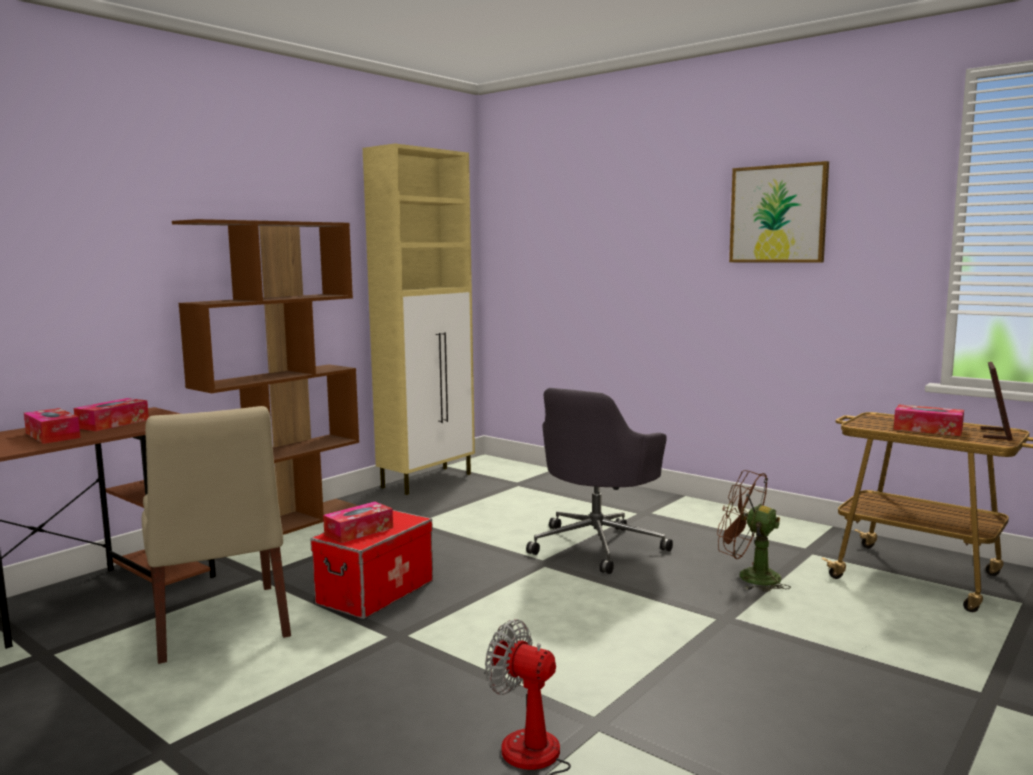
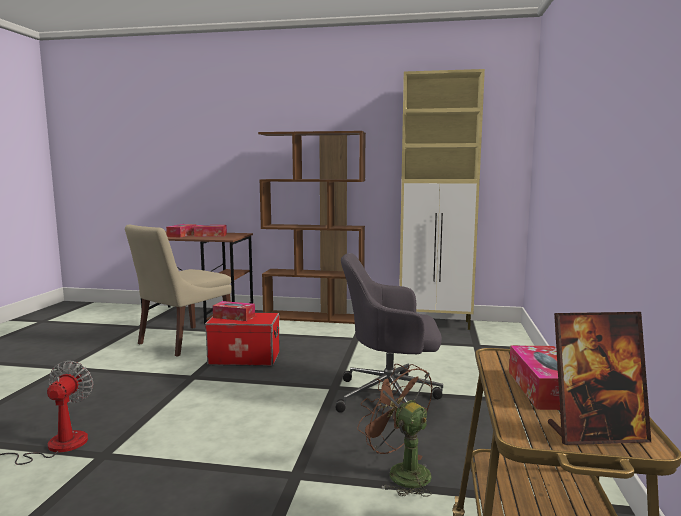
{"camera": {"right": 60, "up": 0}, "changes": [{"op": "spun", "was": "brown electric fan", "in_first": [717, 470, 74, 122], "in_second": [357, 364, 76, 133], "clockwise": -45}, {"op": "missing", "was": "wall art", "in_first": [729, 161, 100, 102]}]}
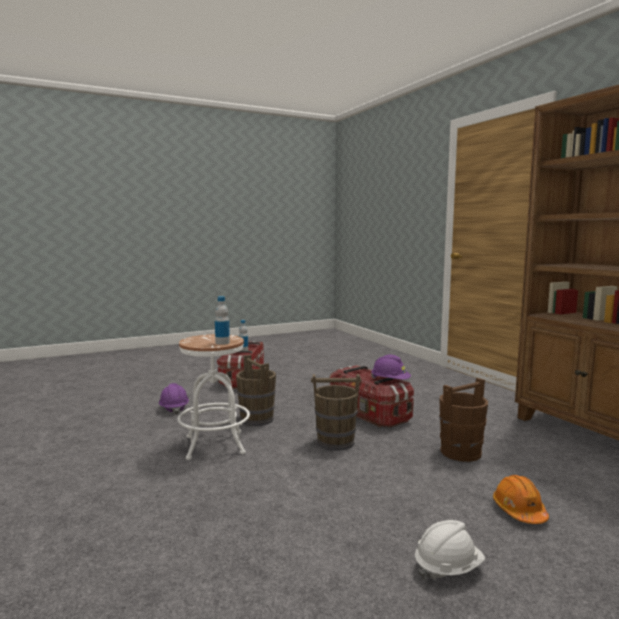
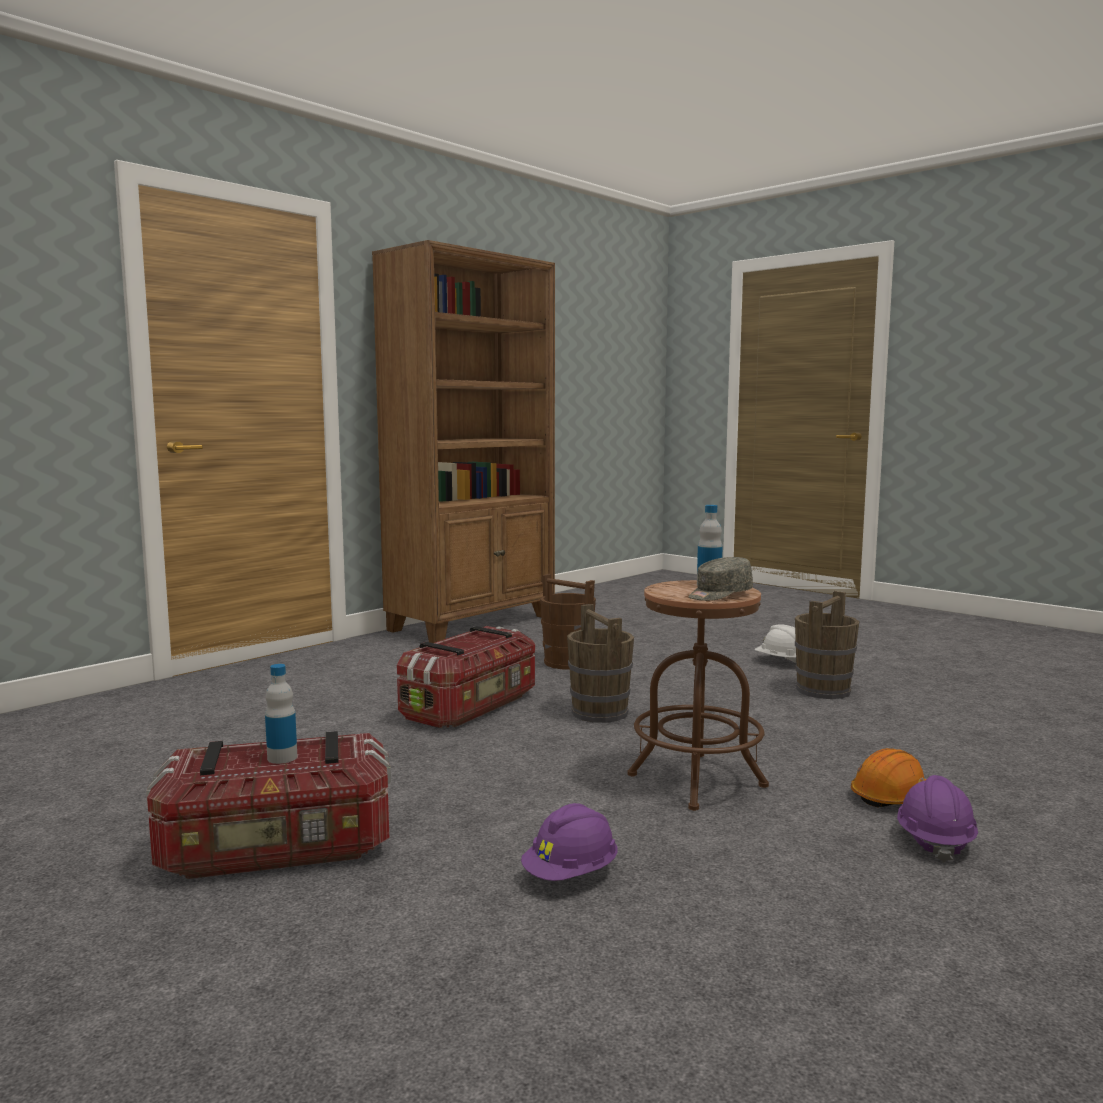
{"camera": {"right": -110, "up": 0}, "changes": [{"op": "colour", "was": "white-coloured sitting stool", "now": "brown sitting stool", "in_first": [178, 334, 72, 126], "in_second": [628, 580, 141, 231]}, {"op": "appeared", "now": "greyish baseball cap", "in_second": [688, 557, 65, 44]}, {"op": "relocated", "was": "brown bucket", "in_first": [236, 355, 40, 71], "in_second": [795, 591, 65, 108]}, {"op": "relocated", "was": "orange-coloured hard hat", "in_first": [493, 475, 56, 49], "in_second": [851, 748, 75, 60]}, {"op": "relocated", "was": "purplish hard hat", "in_first": [371, 355, 40, 25], "in_second": [897, 775, 81, 88]}]}
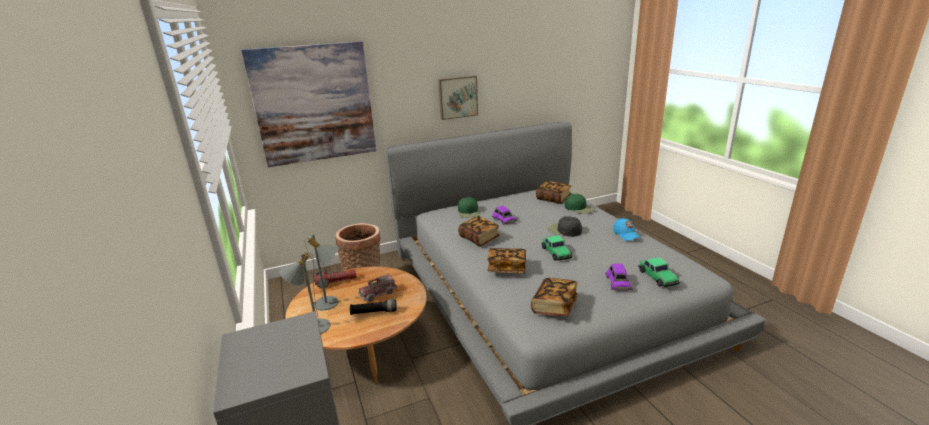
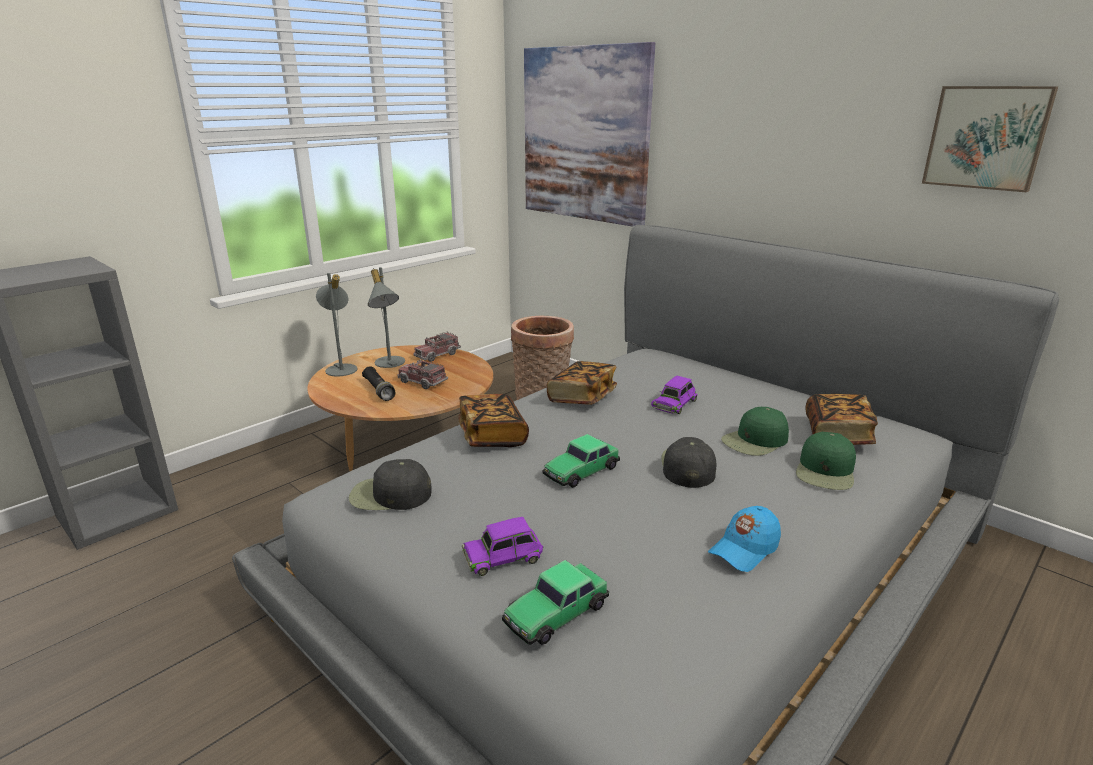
{"camera": {"right": 65, "up": 0}, "changes": [{"op": "exchanged", "was": "volume", "now": "black-coloured baseball cap", "in_first": [531, 278, 47, 38], "in_second": [349, 459, 82, 51]}, {"op": "exchanged", "was": "hand torch", "now": "model truck", "in_first": [314, 269, 42, 19], "in_second": [413, 332, 48, 30]}, {"op": "relocated", "was": "greenish baseball cap", "in_first": [458, 197, 23, 21], "in_second": [721, 407, 68, 49]}, {"op": "relocated", "was": "wall art", "in_first": [438, 76, 40, 44], "in_second": [922, 86, 136, 106]}]}
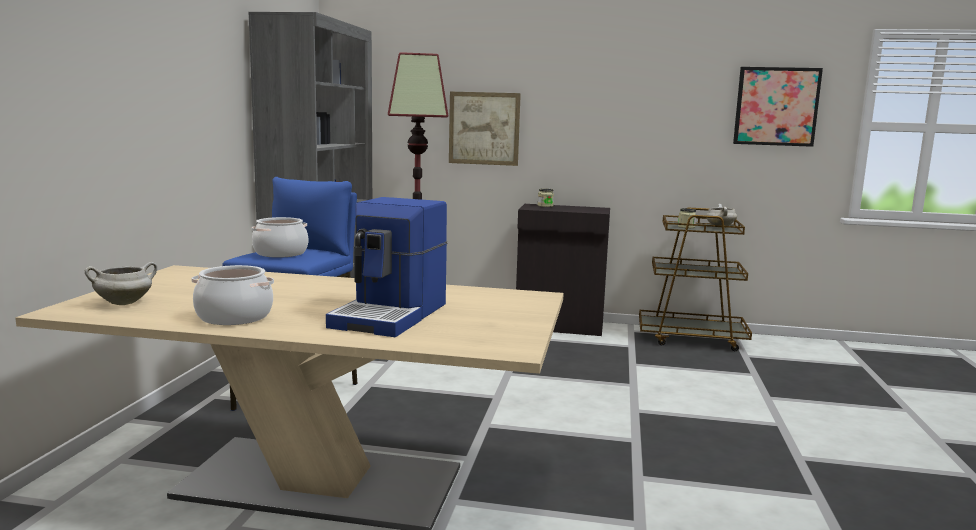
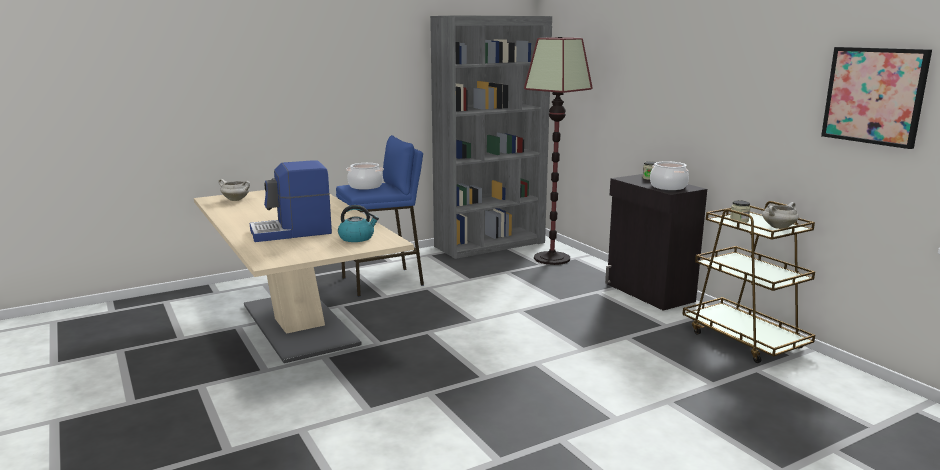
{"camera": {"right": 50, "up": 5}, "changes": [{"op": "appeared", "now": "kettle", "in_second": [338, 205, 41, 37]}, {"op": "relocated", "was": "saucepot", "in_first": [191, 265, 83, 60], "in_second": [650, 161, 39, 29]}, {"op": "missing", "was": "wall art", "in_first": [449, 92, 72, 74]}]}
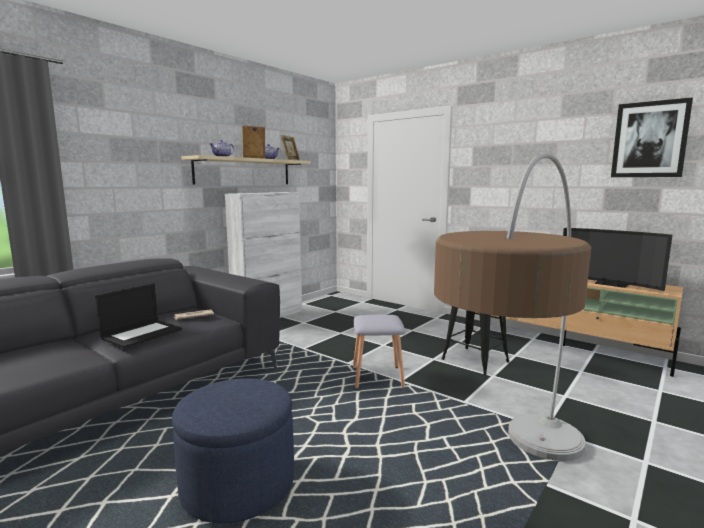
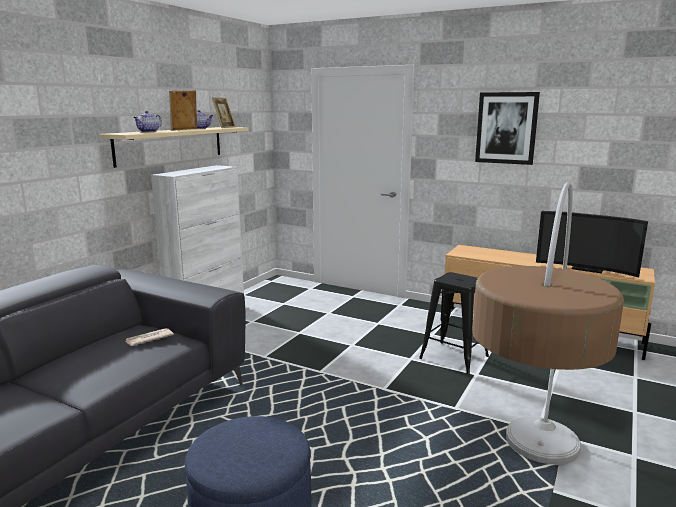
{"camera": {"right": -10, "up": 5}, "changes": [{"op": "relocated", "was": "wall art", "in_first": [611, 97, 82, 80], "in_second": [475, 92, 65, 73]}, {"op": "missing", "was": "laptop", "in_first": [95, 283, 87, 65]}, {"op": "missing", "was": "greyish sitting stool", "in_first": [353, 315, 53, 73]}]}
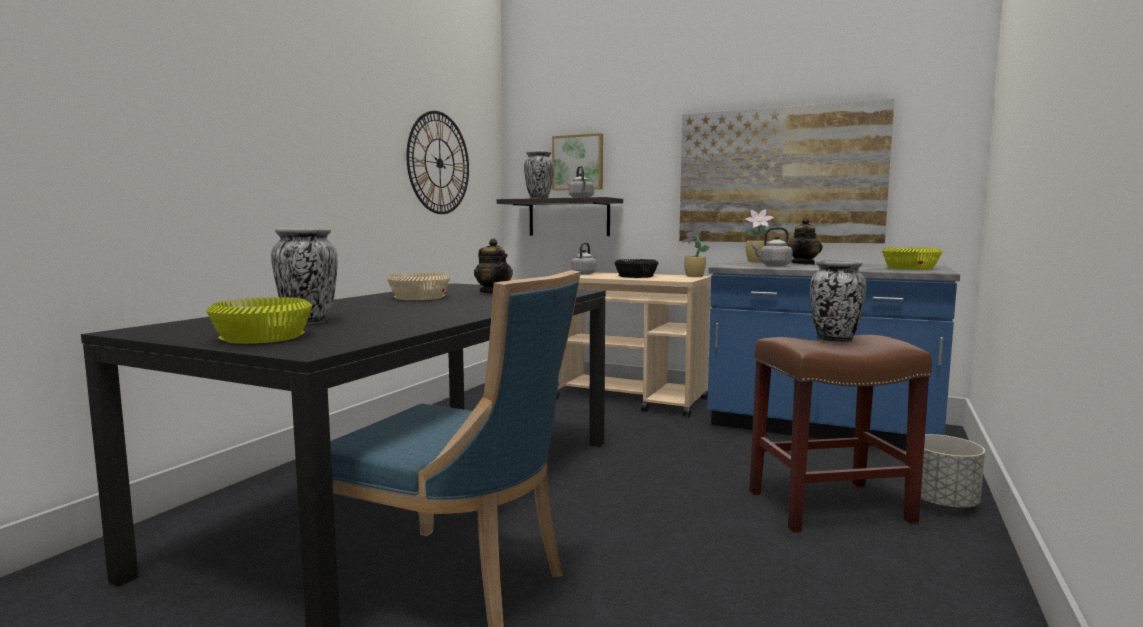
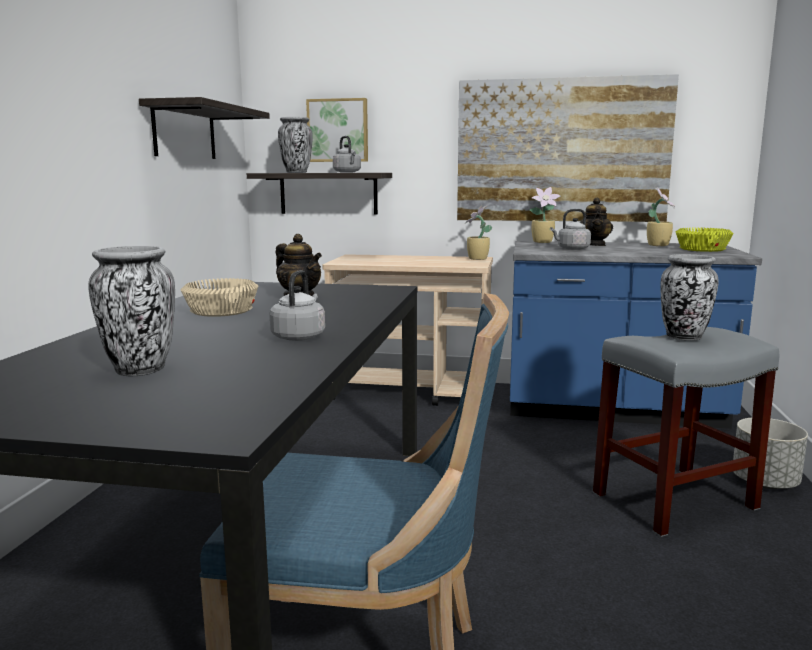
{"camera": {"right": -15, "up": 5}, "changes": [{"op": "exchanged", "was": "hanging clock", "now": "bracket shelf", "in_first": [406, 111, 63, 103], "in_second": [139, 97, 131, 62]}, {"op": "relocated", "was": "greyish kettle", "in_first": [571, 242, 26, 33], "in_second": [270, 270, 55, 71]}, {"op": "colour", "was": "brown sitting stool", "now": "greyish sitting stool", "in_first": [749, 335, 183, 198], "in_second": [593, 327, 186, 210]}, {"op": "appeared", "now": "potted plant", "in_second": [647, 187, 28, 59]}, {"op": "missing", "was": "yellow-coloured serving bowl", "in_first": [206, 297, 107, 47]}, {"op": "missing", "was": "black-coloured serving bowl", "in_first": [614, 259, 44, 19]}]}
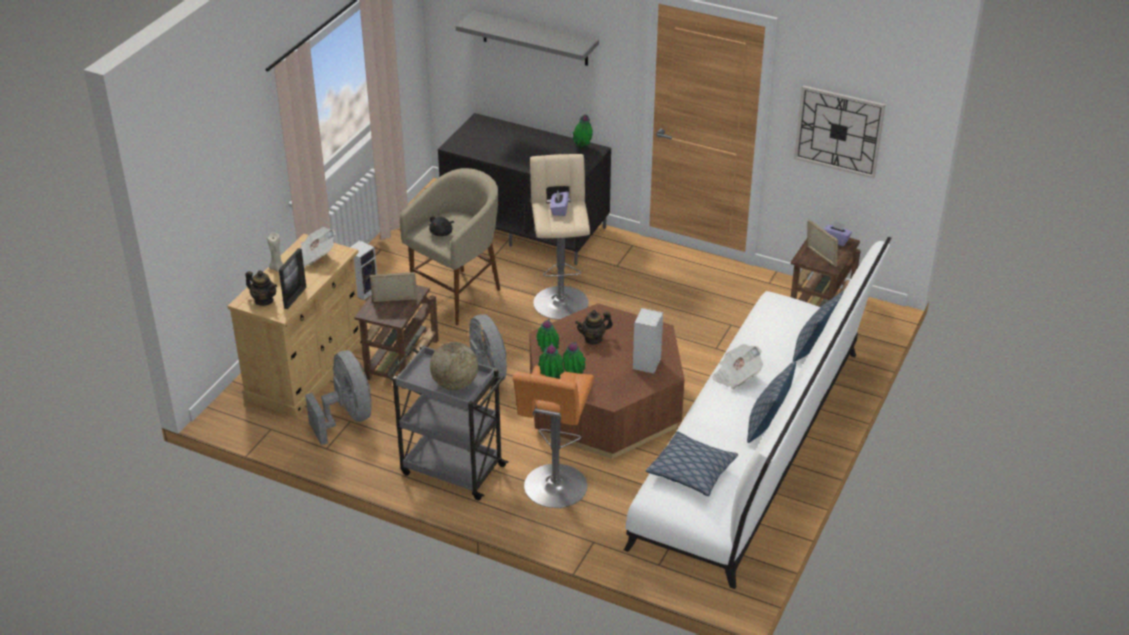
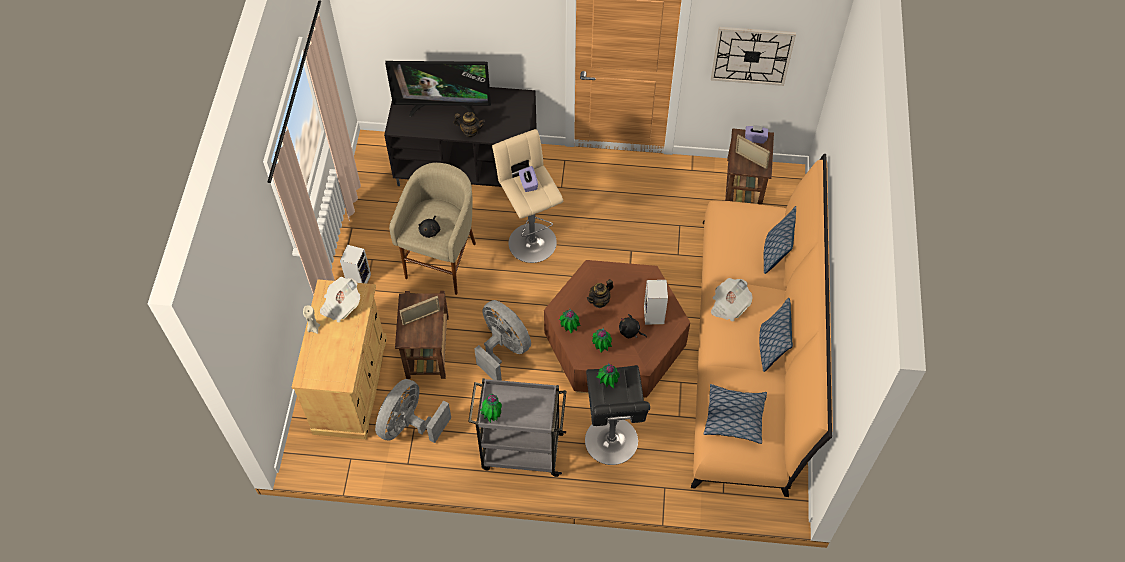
{"camera": {"right": -20, "up": 20}, "changes": [{"op": "spun", "was": "greyish electric fan", "in_first": [305, 350, 67, 95], "in_second": [375, 379, 76, 64], "clockwise": -105}, {"op": "appeared", "now": "TV", "in_second": [385, 61, 106, 56]}, {"op": "relocated", "was": "teapot", "in_first": [246, 270, 31, 36], "in_second": [453, 112, 32, 25]}, {"op": "relocated", "was": "potted plant", "in_first": [573, 114, 20, 35], "in_second": [480, 394, 22, 29]}, {"op": "colour", "was": "orange-coloured sitting stool", "now": "black-coloured sitting stool", "in_first": [513, 366, 81, 142], "in_second": [585, 365, 65, 100]}, {"op": "appeared", "now": "black-coloured cuddly toy", "in_second": [619, 314, 28, 24]}, {"op": "colour", "was": "white-coloured couch", "now": "orange-coloured couch", "in_first": [624, 237, 267, 352], "in_second": [691, 154, 142, 343]}, {"op": "missing", "was": "picture frame", "in_first": [279, 248, 28, 61]}, {"op": "missing", "was": "globe", "in_first": [430, 342, 48, 48]}, {"op": "missing", "was": "greyish bracket shelf", "in_first": [456, 11, 143, 55]}]}
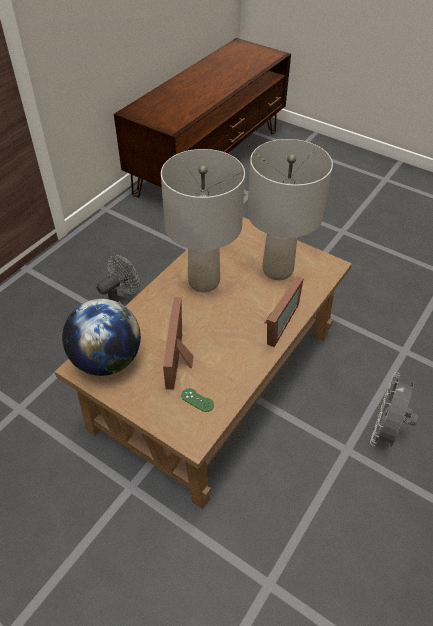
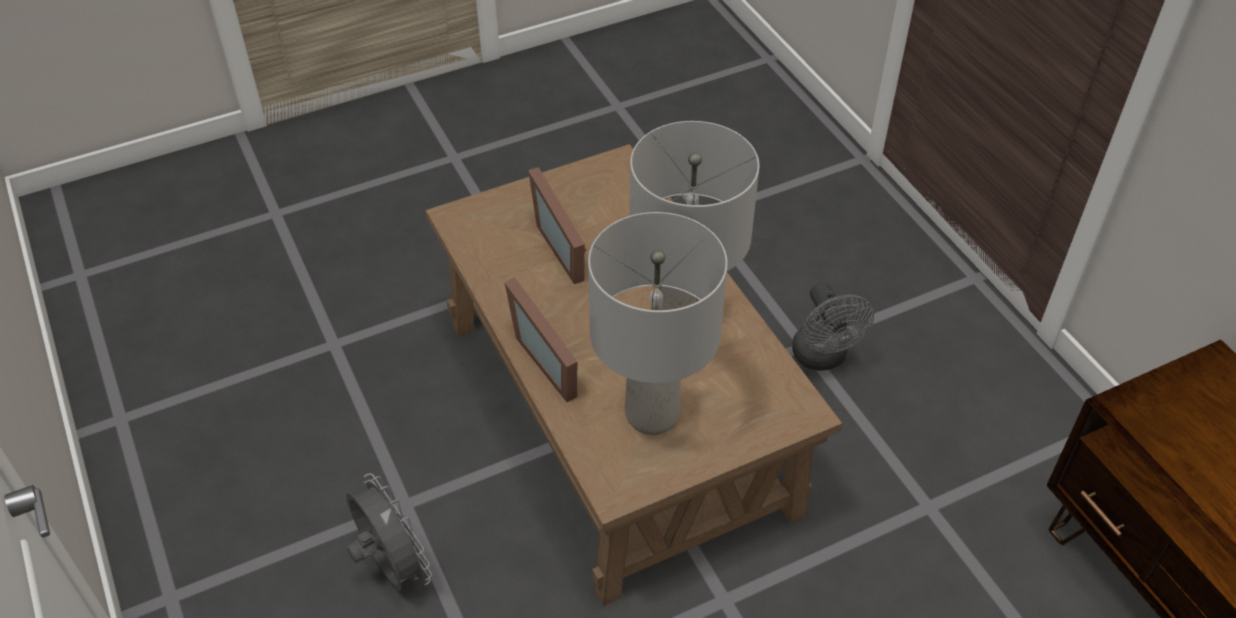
{"camera": {"right": 120, "up": 0}, "changes": [{"op": "spun", "was": "picture frame", "in_first": [163, 297, 31, 93], "in_second": [528, 167, 59, 117], "clockwise": -150}, {"op": "missing", "was": "globe", "in_first": [62, 299, 79, 77]}, {"op": "missing", "was": "greenish game controller", "in_first": [181, 388, 33, 24]}]}
